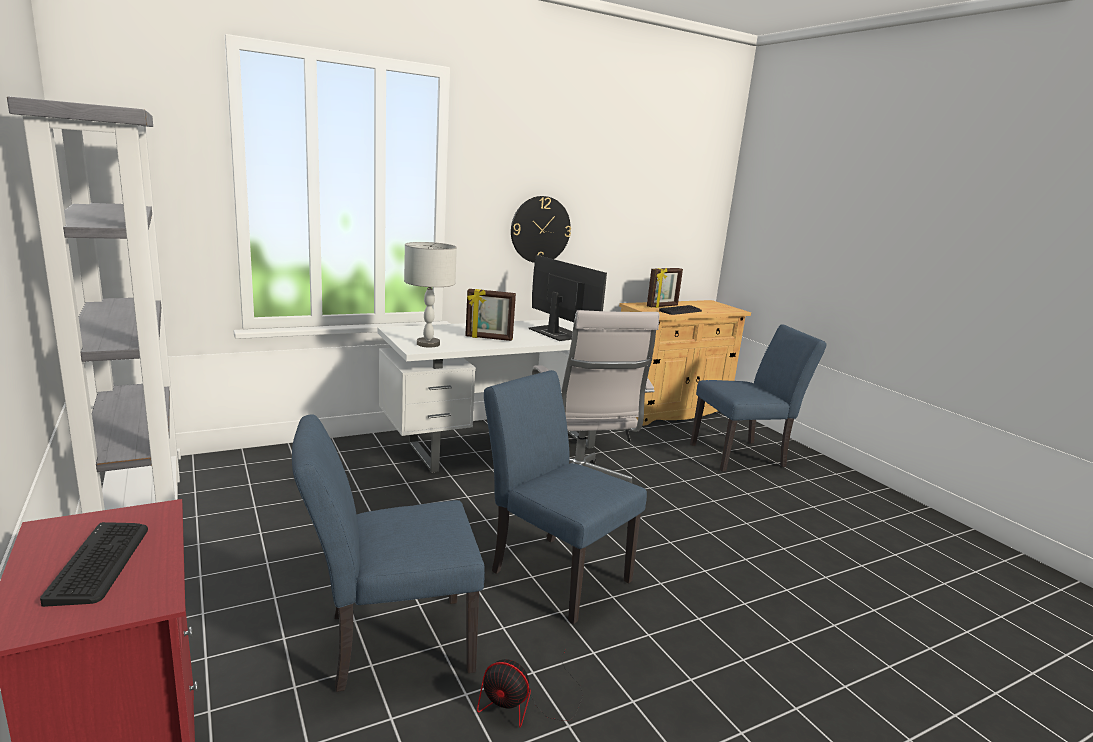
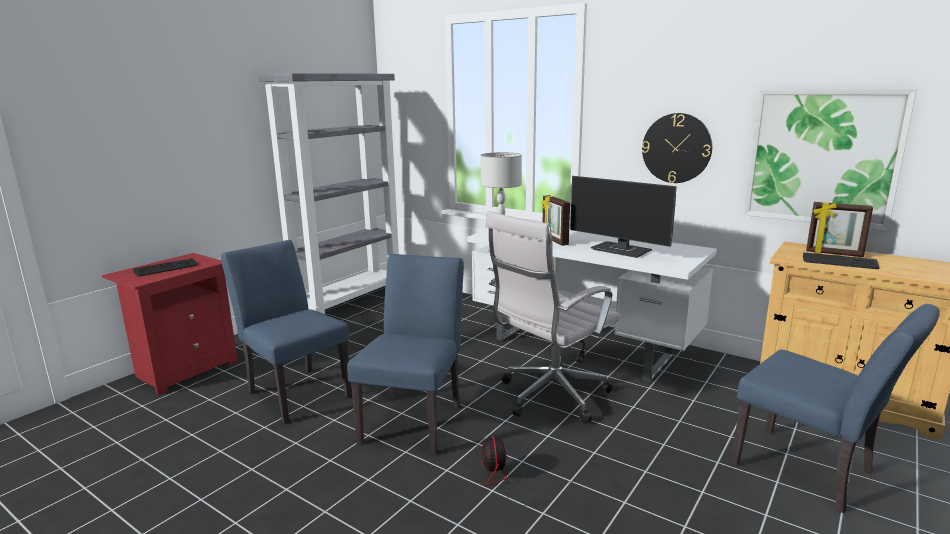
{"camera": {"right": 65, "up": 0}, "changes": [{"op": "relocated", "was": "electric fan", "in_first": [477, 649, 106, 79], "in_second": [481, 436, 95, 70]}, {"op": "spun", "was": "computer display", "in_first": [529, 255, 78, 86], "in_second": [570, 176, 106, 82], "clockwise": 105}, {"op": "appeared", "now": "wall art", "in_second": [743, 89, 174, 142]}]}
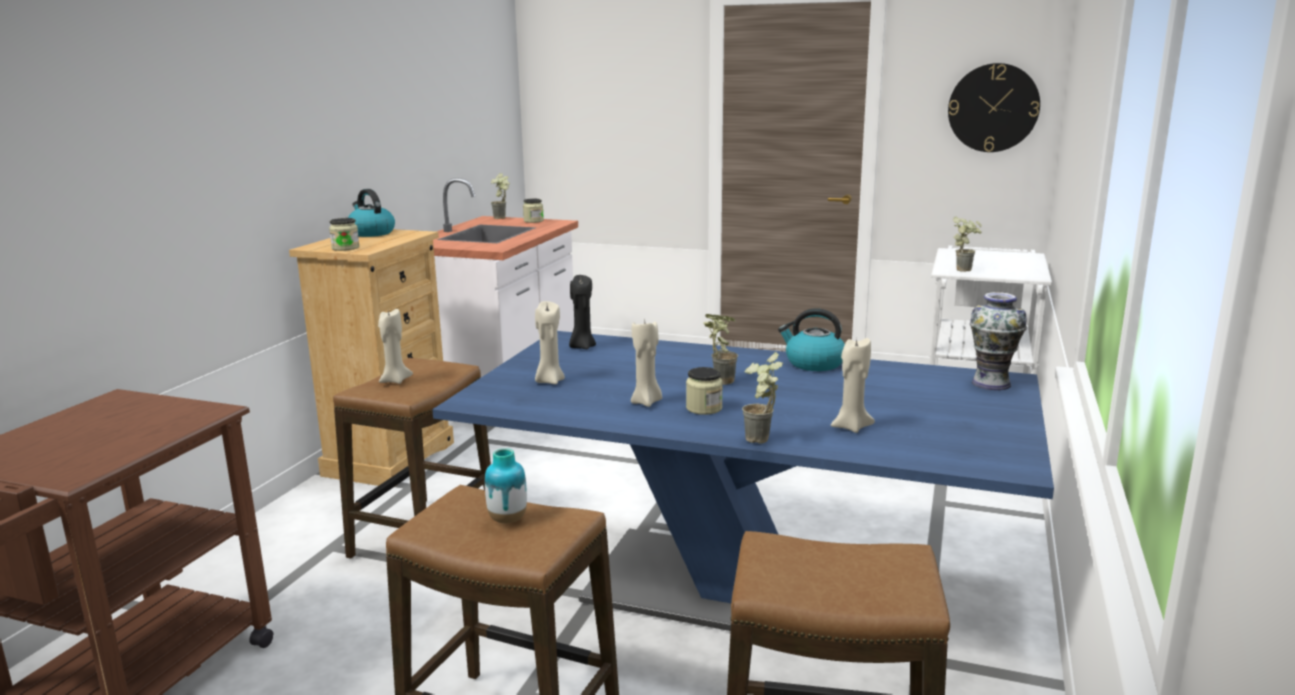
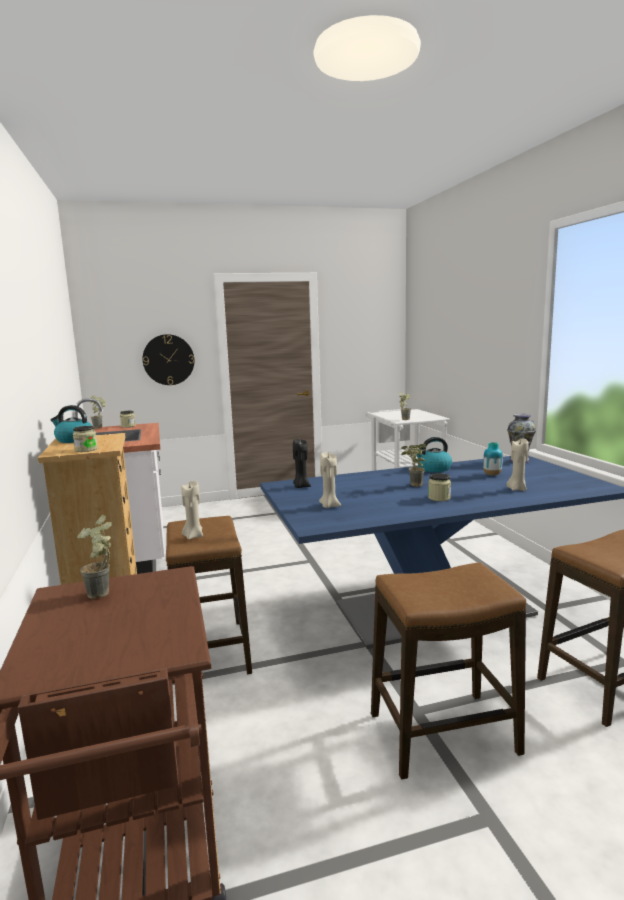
{"camera": {"right": -35, "up": -5}, "changes": [{"op": "relocated", "was": "potted plant", "in_first": [742, 352, 41, 91], "in_second": [77, 515, 35, 84]}, {"op": "relocated", "was": "hanging clock", "in_first": [948, 63, 92, 89], "in_second": [143, 334, 51, 51]}, {"op": "relocated", "was": "vase", "in_first": [485, 448, 42, 75], "in_second": [483, 442, 20, 34]}, {"op": "missing", "was": "sand-coloured candle", "in_first": [631, 321, 31, 86]}]}
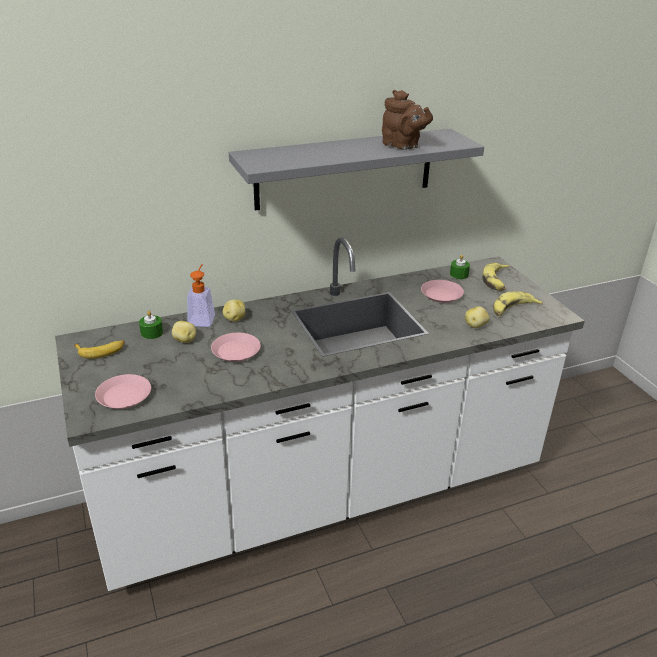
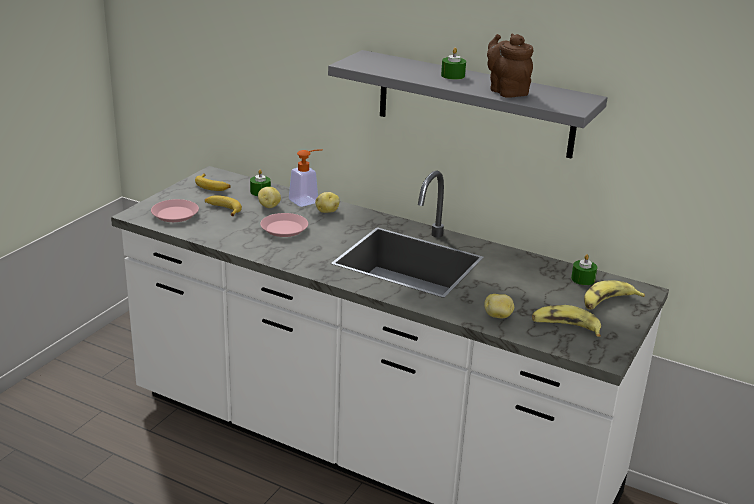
{"camera": {"right": 50, "up": -5}, "changes": [{"op": "appeared", "now": "banana", "in_second": [205, 195, 37, 21]}, {"op": "appeared", "now": "greenish candle", "in_second": [441, 48, 25, 32]}, {"op": "spun", "was": "brown teapot", "in_first": [382, 90, 51, 60], "in_second": [487, 34, 46, 64], "clockwise": 150}, {"op": "missing", "was": "pinkish dinner plate", "in_first": [421, 280, 43, 23]}]}
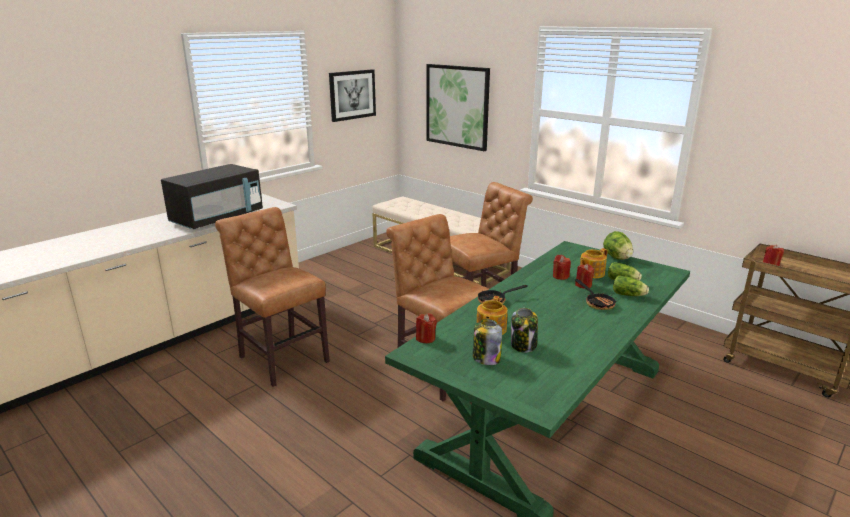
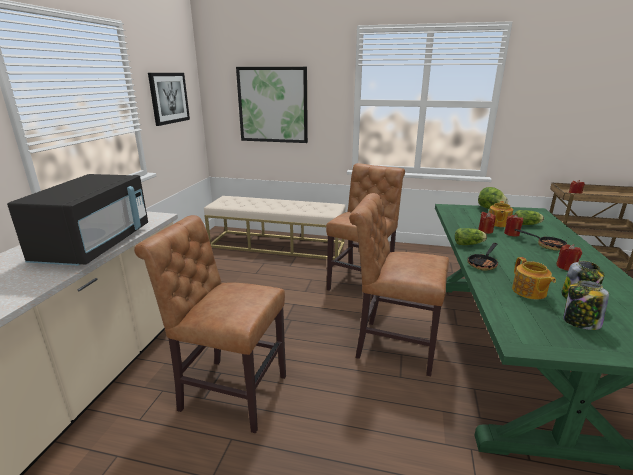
{"camera": {"right": -30, "up": 0}, "changes": [{"op": "relocated", "was": "lettuce", "in_first": [613, 276, 36, 20], "in_second": [455, 228, 32, 17]}, {"op": "relocated", "was": "red candle", "in_first": [416, 313, 21, 30], "in_second": [556, 244, 26, 27]}]}
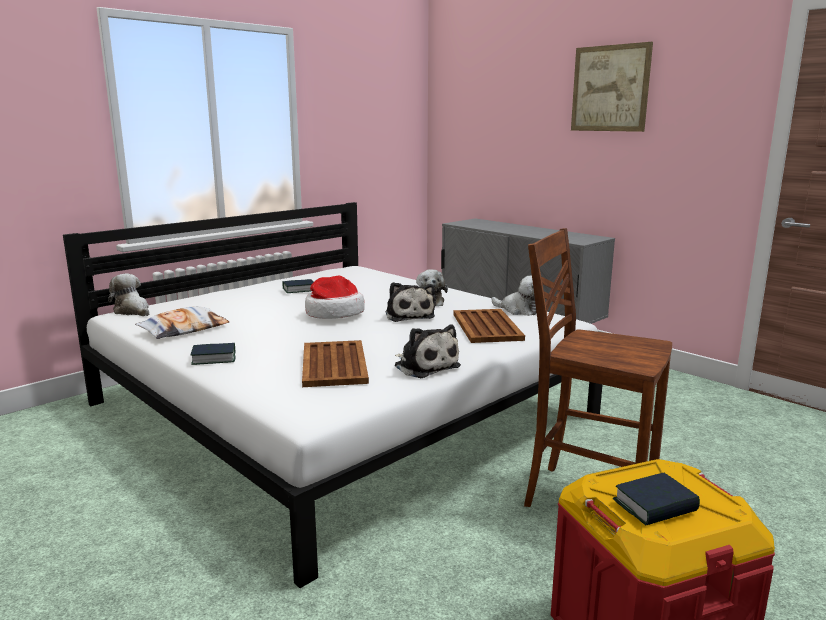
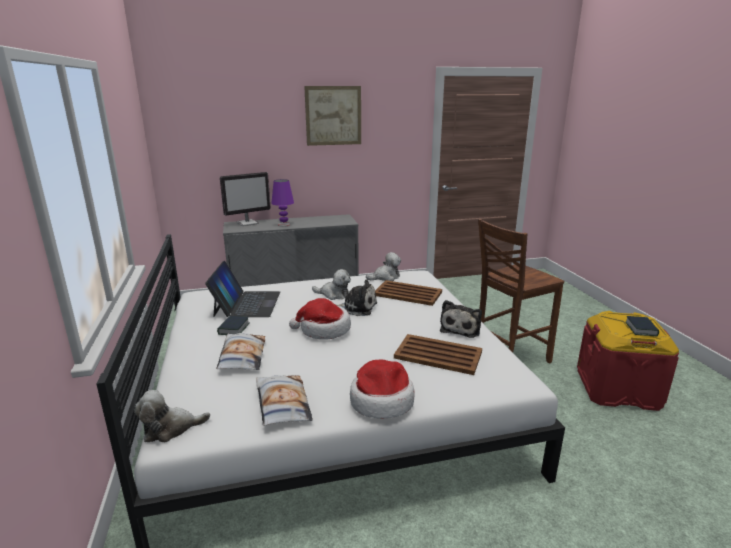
{"camera": {"right": -60, "up": 5}, "changes": [{"op": "appeared", "now": "laptop", "in_second": [205, 261, 75, 56]}, {"op": "appeared", "now": "pillow", "in_second": [216, 333, 49, 37]}, {"op": "appeared", "now": "computer display", "in_second": [220, 172, 51, 54]}, {"op": "appeared", "now": "purplish lamp for a table", "in_second": [271, 179, 23, 48]}, {"op": "exchanged", "was": "volume", "now": "wearable hat", "in_first": [191, 343, 44, 22], "in_second": [350, 360, 64, 58]}, {"op": "spun", "was": "cuddly toy", "in_first": [394, 324, 67, 54], "in_second": [440, 300, 42, 38], "clockwise": 120}]}
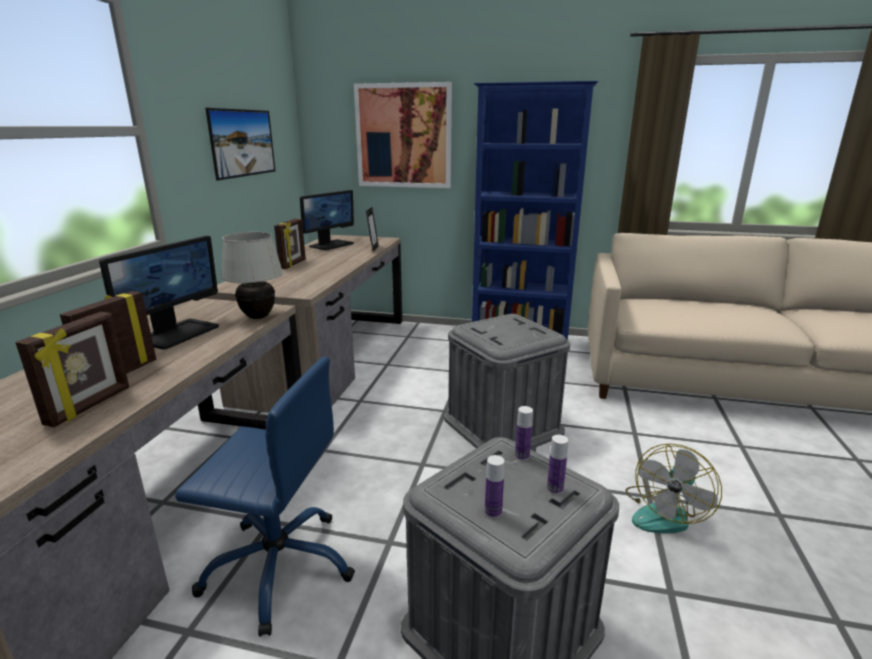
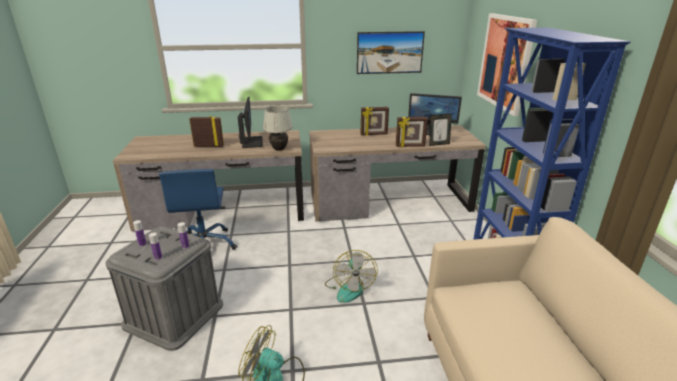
{"camera": {"right": 70, "up": 5}, "changes": [{"op": "spun", "was": "computer display", "in_first": [99, 236, 120, 114], "in_second": [238, 97, 25, 51], "clockwise": -105}, {"op": "exchanged", "was": "greyish storage container", "now": "electric fan", "in_first": [444, 314, 126, 135], "in_second": [325, 250, 53, 53]}, {"op": "relocated", "was": "picture frame", "in_first": [15, 312, 114, 115], "in_second": [396, 117, 32, 30]}]}
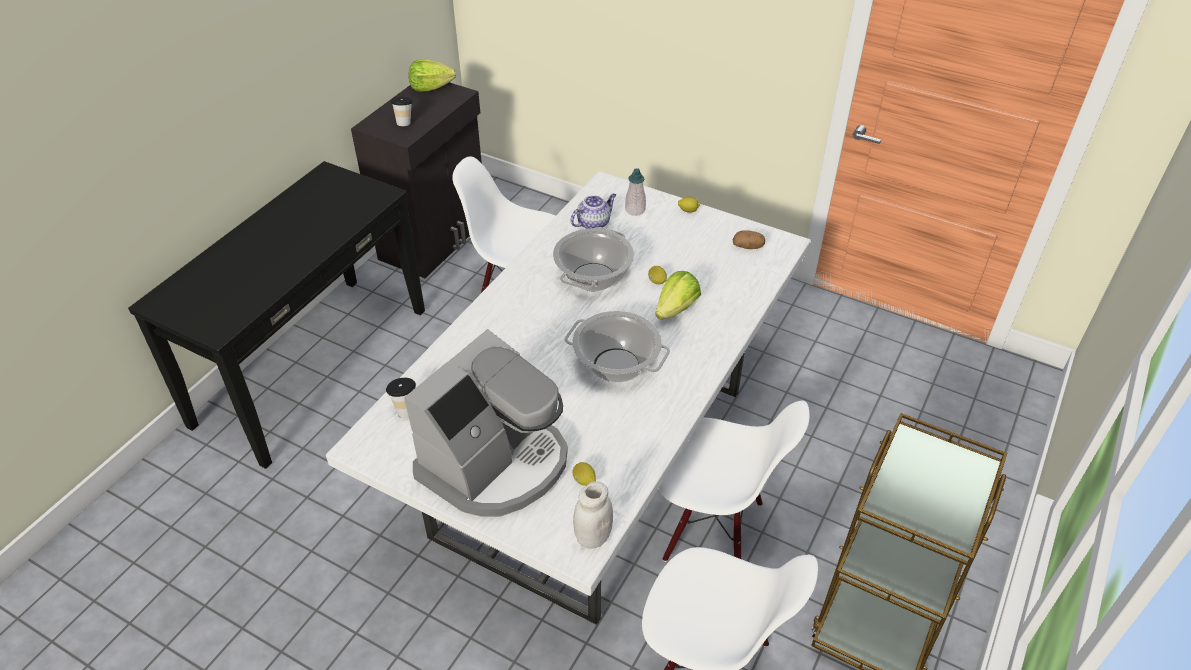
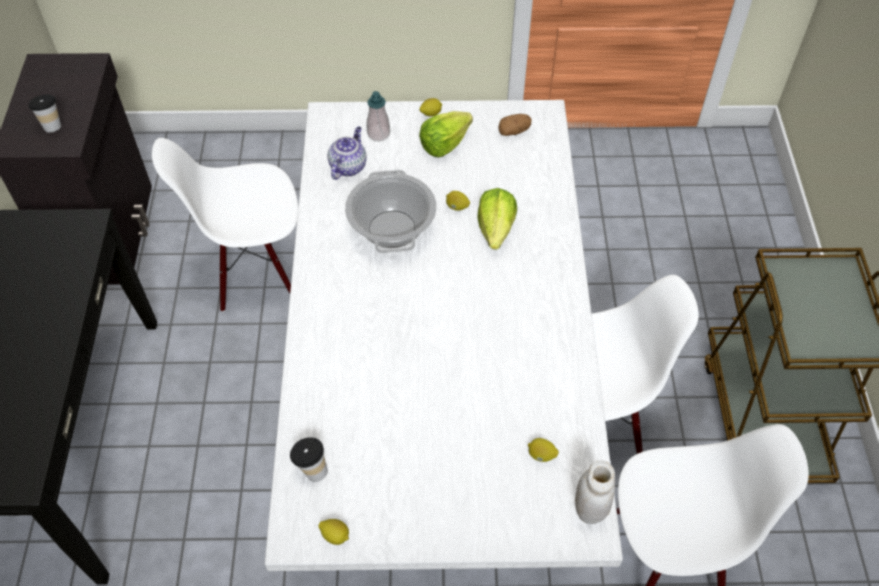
{"camera": {"right": -30, "up": 10}, "changes": [{"op": "appeared", "now": "whole lemon", "in_second": [318, 519, 31, 26]}, {"op": "relocated", "was": "lettuce", "in_first": [409, 59, 47, 33], "in_second": [419, 111, 54, 47]}, {"op": "missing", "was": "coffee machine", "in_first": [404, 329, 164, 188]}, {"op": "missing", "was": "saucepot", "in_first": [564, 311, 106, 72]}]}
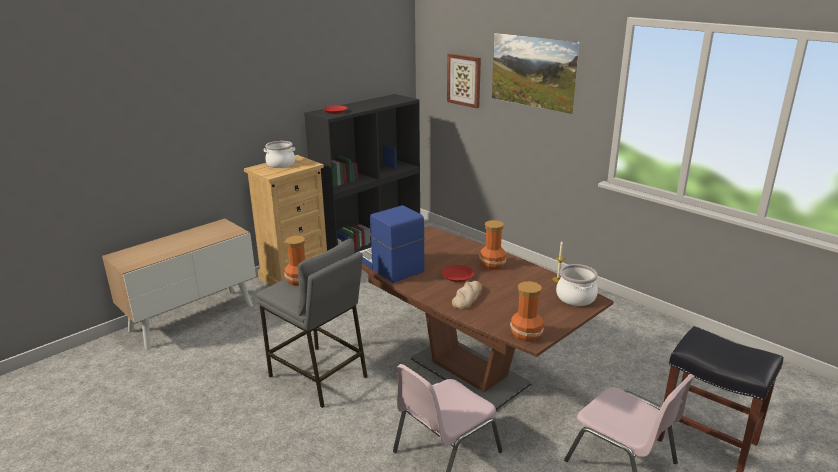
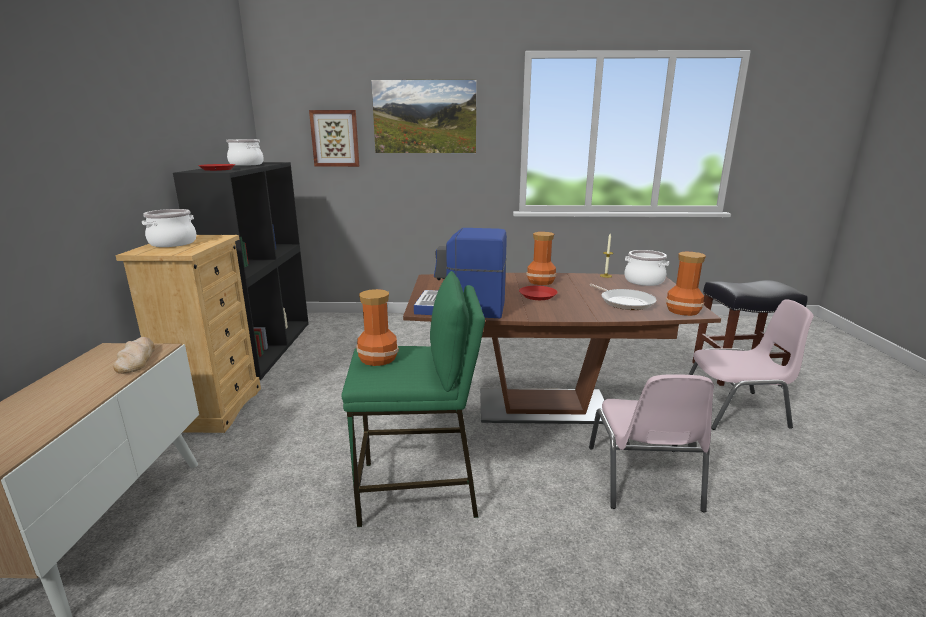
{"camera": {"right": -45, "up": -5}, "changes": [{"op": "relocated", "was": "bread", "in_first": [452, 281, 30, 29], "in_second": [113, 337, 42, 37]}, {"op": "appeared", "now": "saucepot", "in_second": [226, 139, 38, 27]}, {"op": "colour", "was": "greyish sitting stool", "now": "greenish sitting stool", "in_first": [256, 239, 111, 169], "in_second": [341, 271, 144, 256]}, {"op": "appeared", "now": "pan", "in_second": [589, 284, 68, 26]}]}
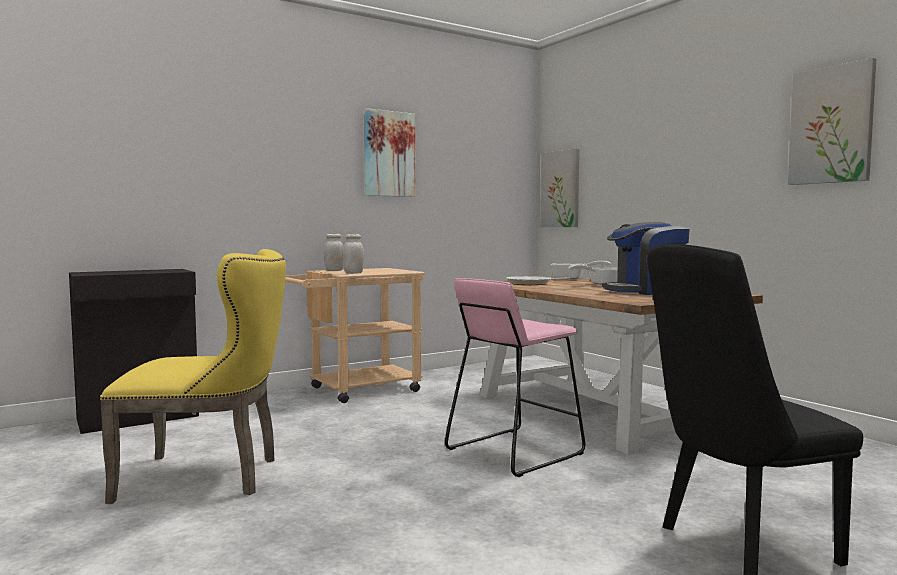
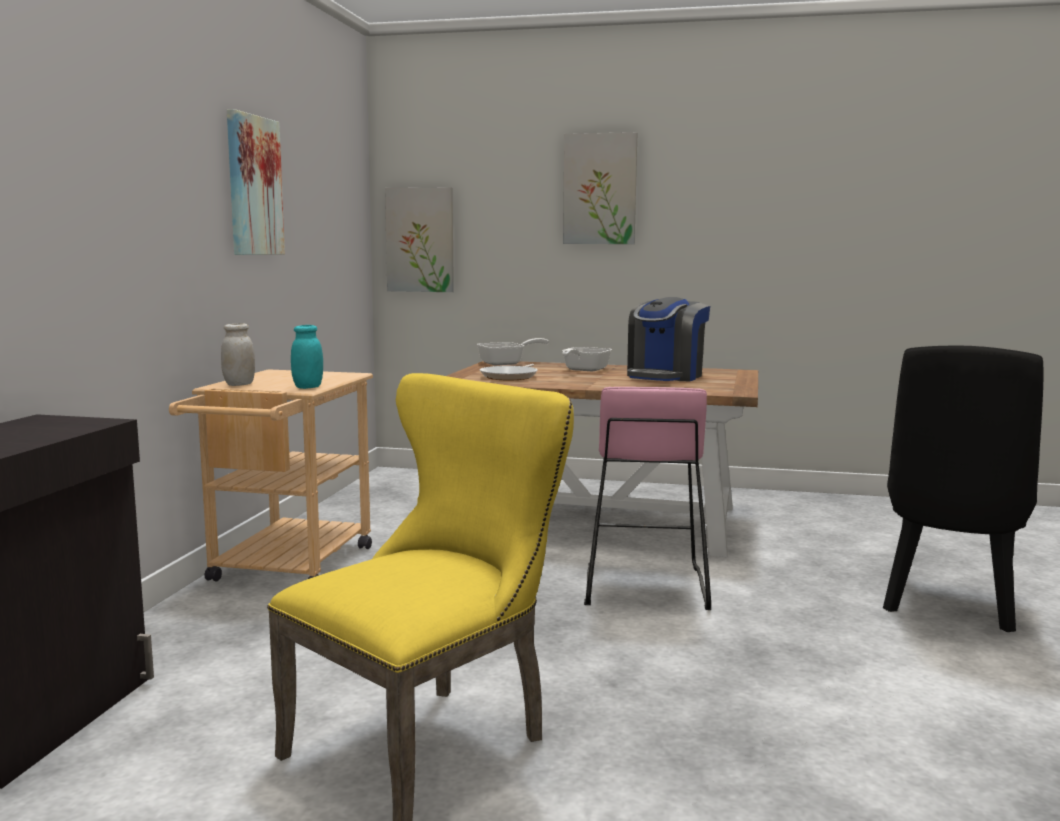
{"camera": {"right": -45, "up": 5}, "changes": [{"op": "colour", "was": "white-coloured storage jar", "now": "turquoise-coloured storage jar", "in_first": [343, 234, 21, 40], "in_second": [291, 325, 32, 64]}, {"op": "relocated", "was": "wall art", "in_first": [788, 58, 88, 127], "in_second": [563, 132, 74, 112]}]}
